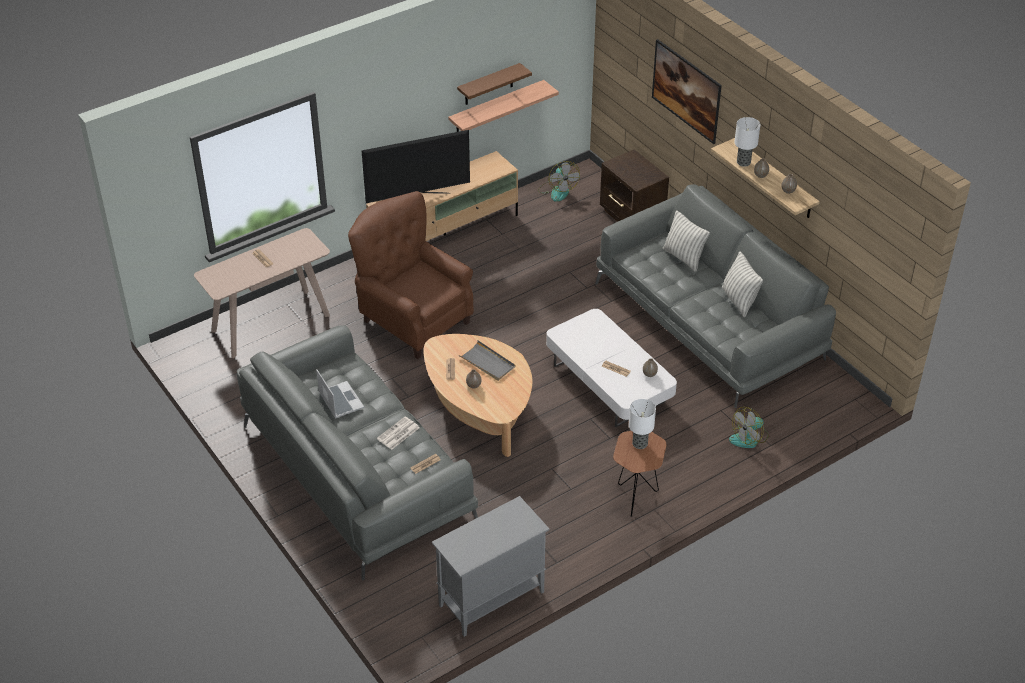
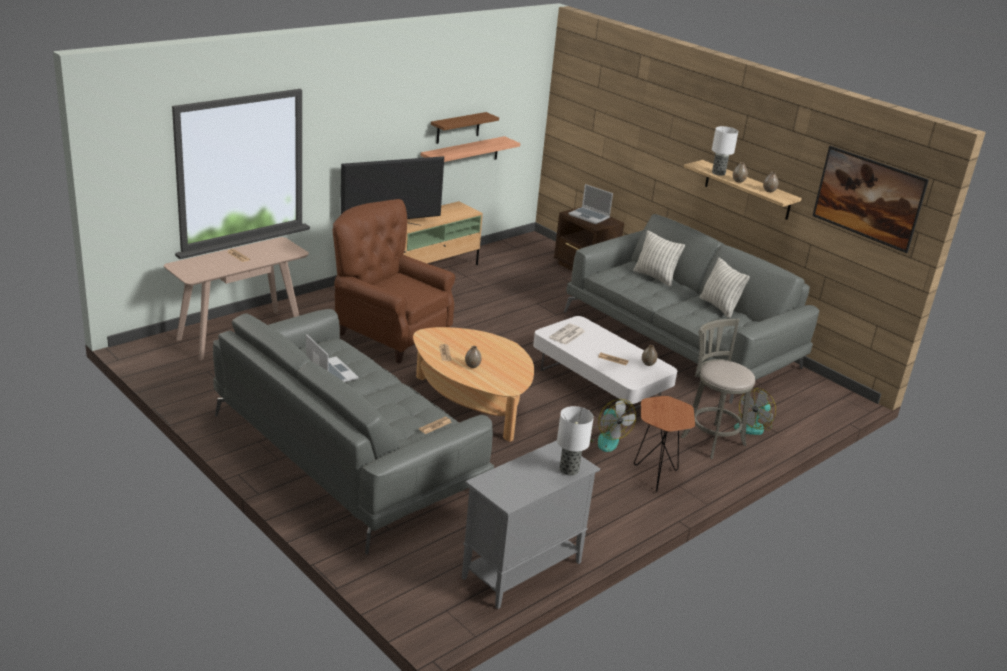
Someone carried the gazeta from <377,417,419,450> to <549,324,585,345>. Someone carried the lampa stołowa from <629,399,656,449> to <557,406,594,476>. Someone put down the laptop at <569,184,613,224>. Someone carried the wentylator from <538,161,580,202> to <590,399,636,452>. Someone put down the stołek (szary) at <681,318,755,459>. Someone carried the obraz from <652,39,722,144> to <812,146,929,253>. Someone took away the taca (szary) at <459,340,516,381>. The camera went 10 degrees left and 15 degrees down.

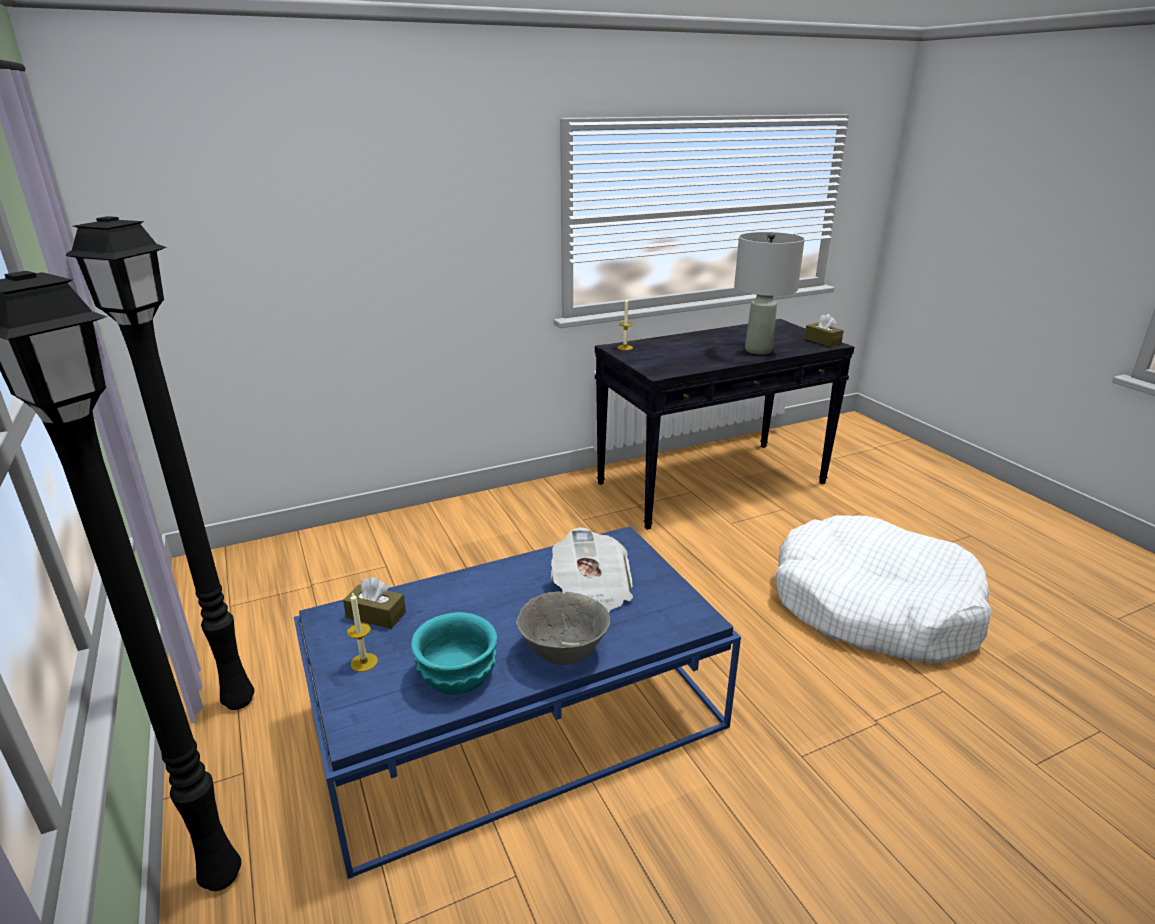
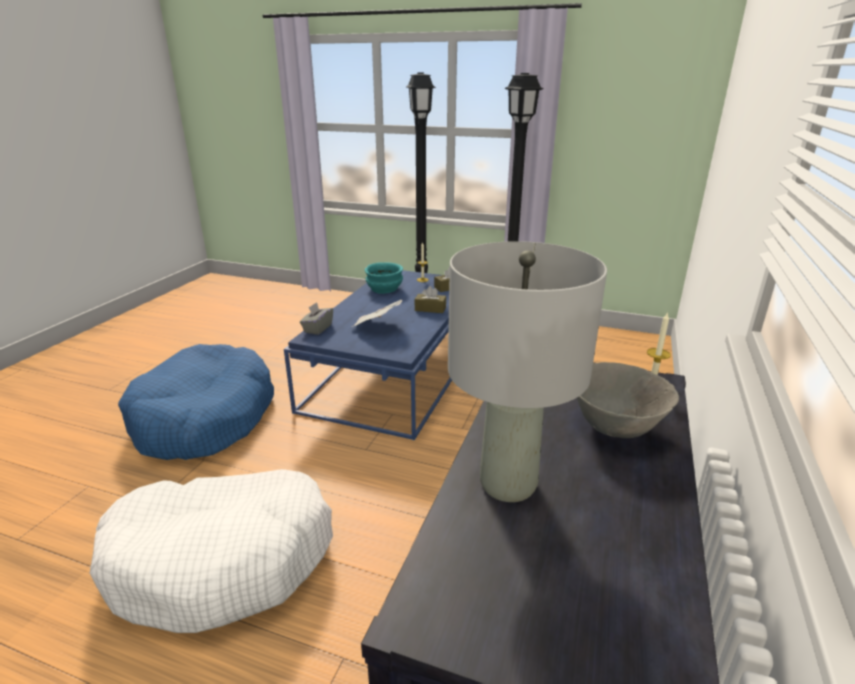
Someone put down the legowisko (niebieski) at <118,344,274,460>. Someone put down the pudełko chusteczek (szary) at <300,302,333,335>. Someone carried the pudełko chusteczek (brązowy) from <804,314,844,347> to <415,286,446,313>. Someone carried the miska (szary) from <516,592,610,665> to <577,362,679,438>. The camera went 135 degrees right and 0 degrees up.

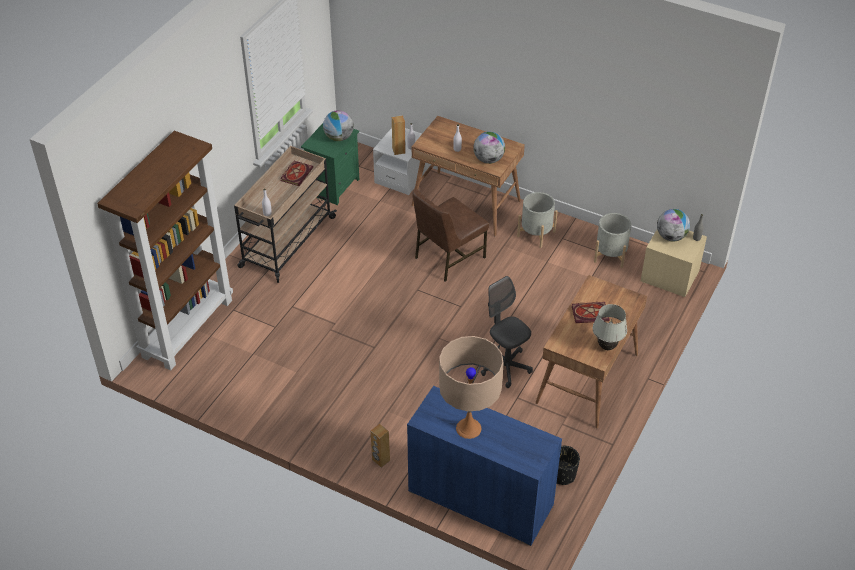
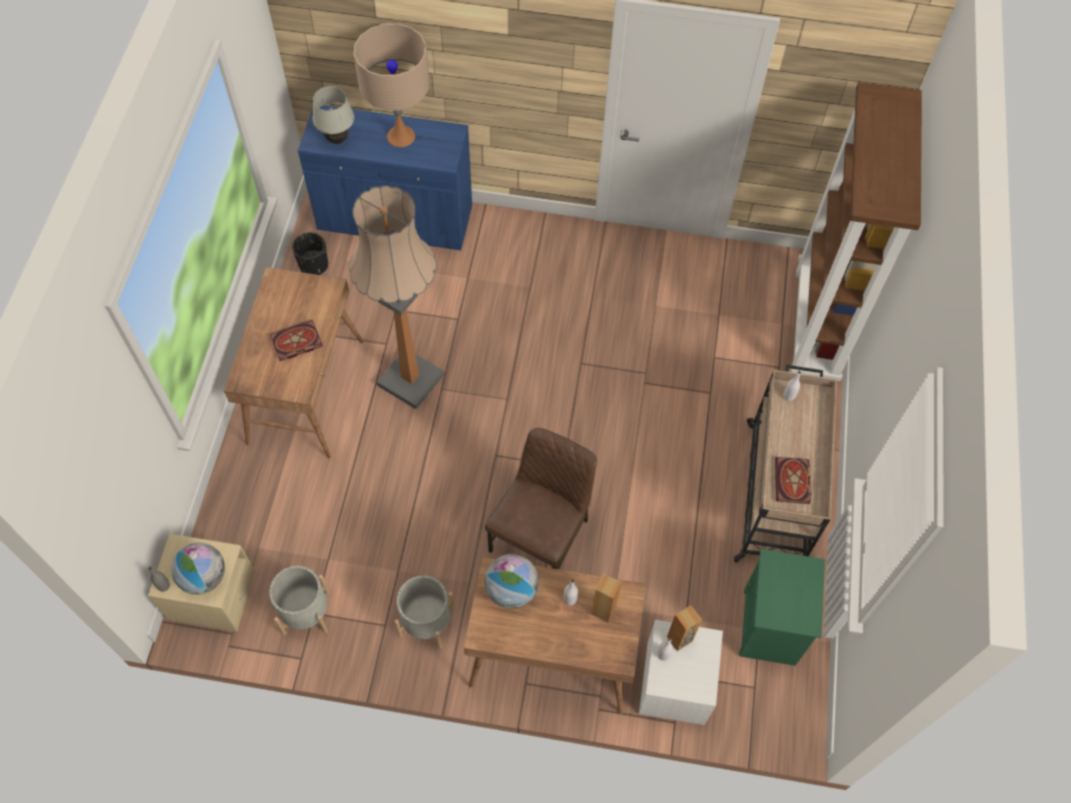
Someone carried the lampa stołowa (biały) from <592,304,627,350> to <312,86,354,144>. Someone swapped the krzesło biurowe (szary) at <481,276,533,388> for the lampa stojąca at <349,185,444,409>. Someone carried the głośnik (brązowy) from <371,424,390,468> to <591,574,622,622>. Someone took away the globus at <323,110,354,141>. The camera went 160 degrees right and 15 degrees up.

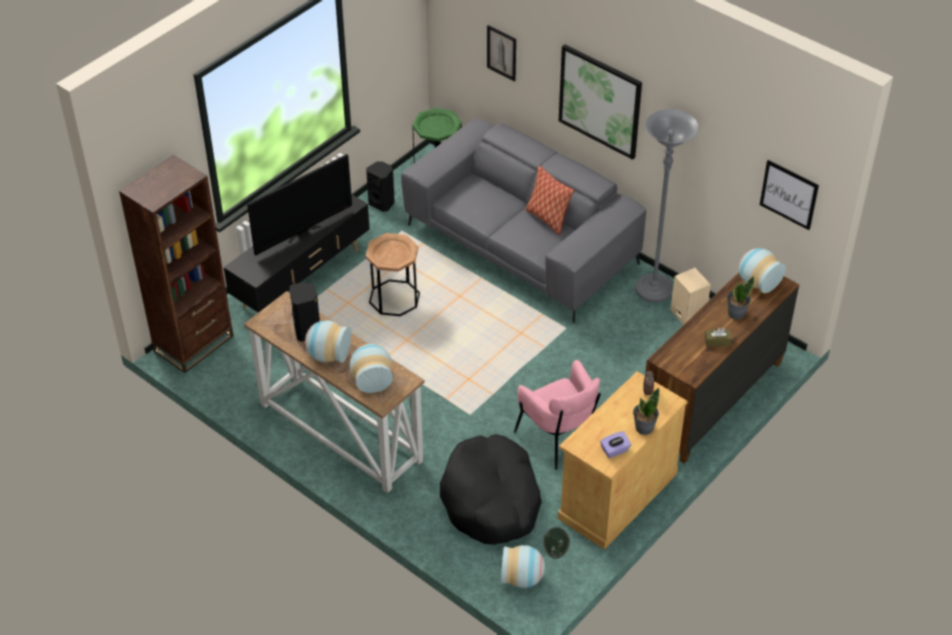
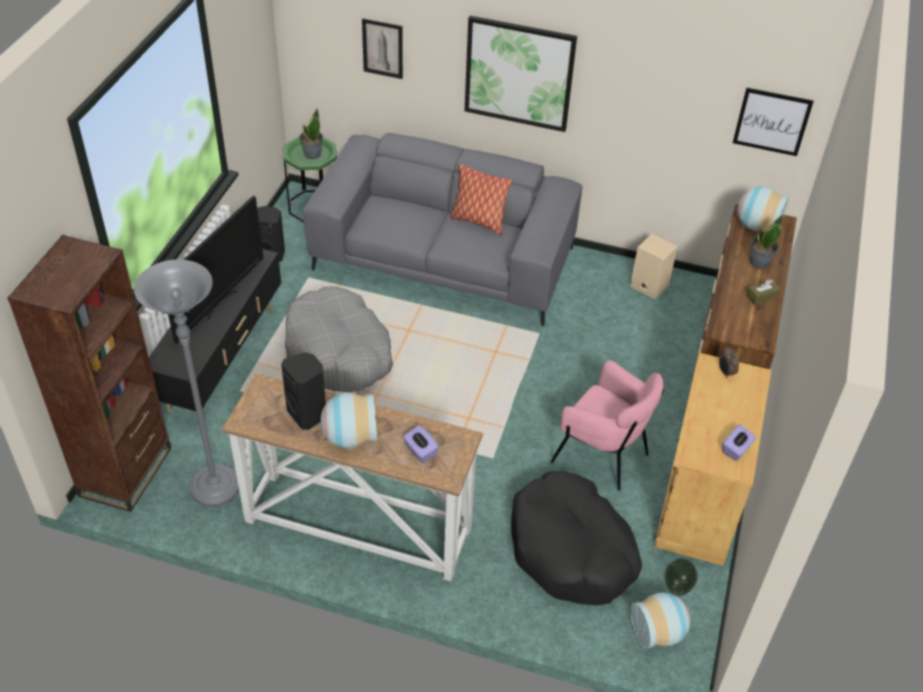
Someone carried the lampa stojąca (szary) from <635,109,699,302> to <134,259,239,507>. Someone swapped the stolik (brązowy) at <366,233,420,316> for the legowisko (szary) at <285,286,393,393>. Someone carried the roślina doniczkowa from <633,388,659,435> to <299,109,323,159>. Someone swapped the wazon at <350,344,393,393> for the pudełko chusteczek (fioletowy) at <403,425,439,463>. The camera went 25 degrees left and 0 degrees up.

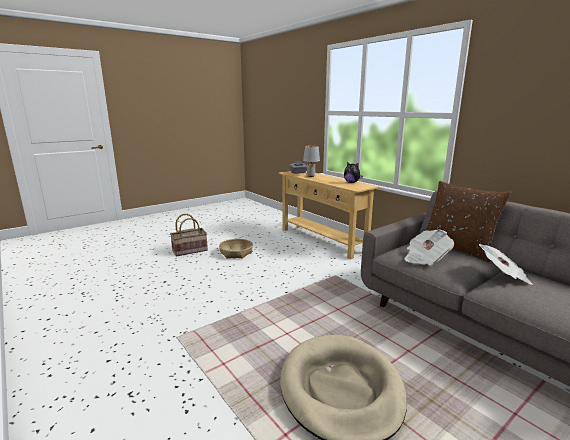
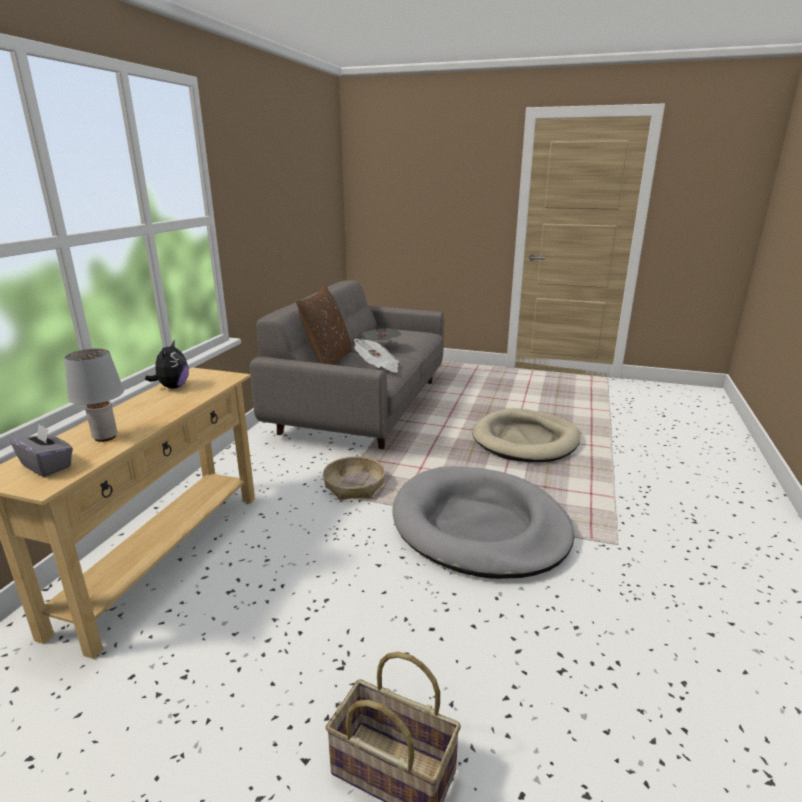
Someone carried the koszyk from <219,239,253,259> to <323,456,385,500>. Someone put down the legowisko (szary) at <392,466,574,579>. The camera went 125 degrees left and 5 degrees up.

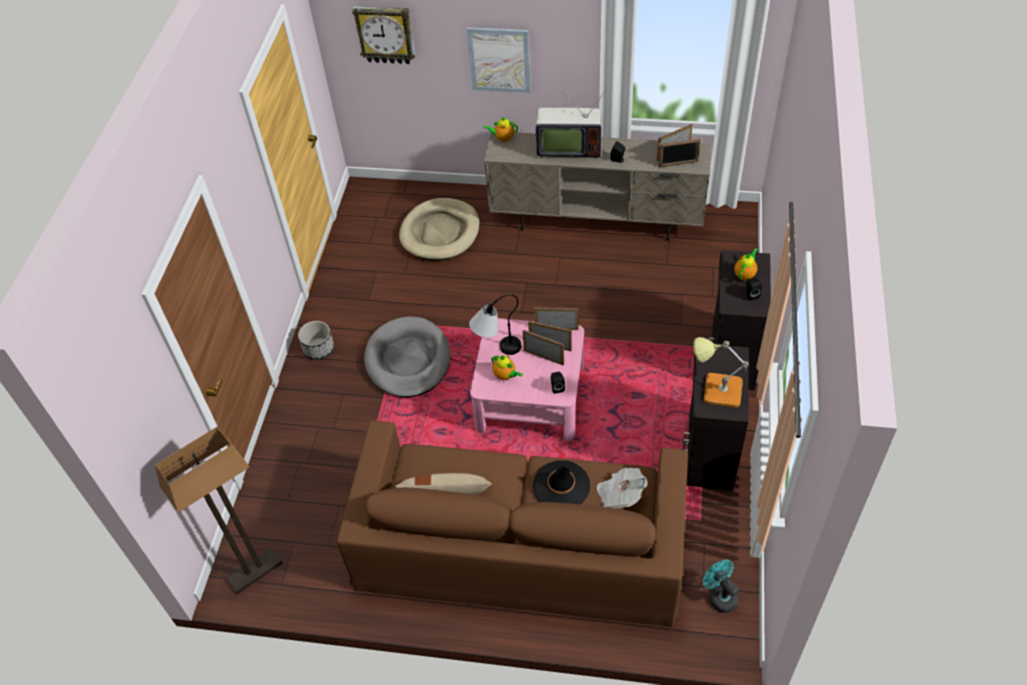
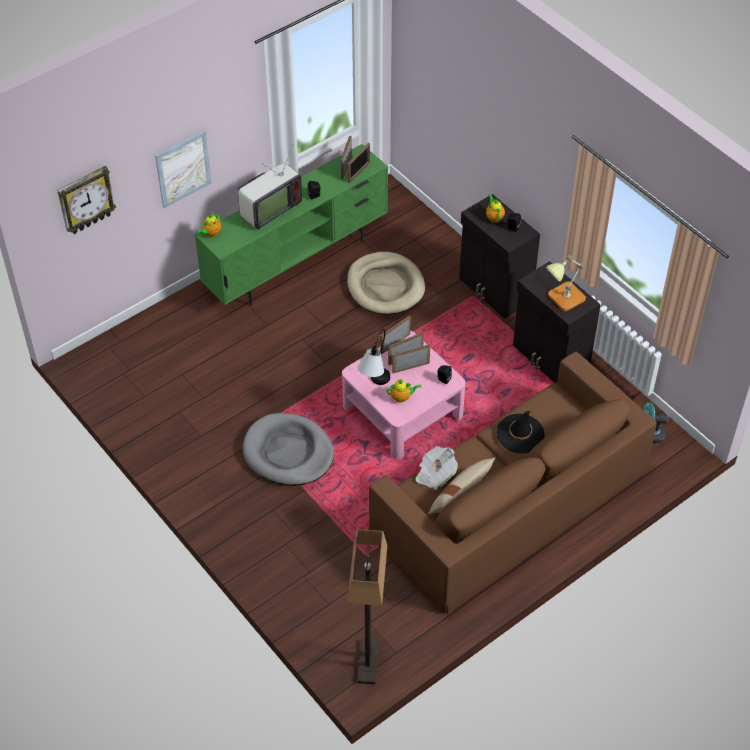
Someone repainted the szafka pod telewizor (beżowy) at <484,133,711,241>, which became the szafka pod telewizor (zielony) at <194,144,388,305>. Someone carried the legowisko (beżowy) from <399,198,479,261> to <347,252,425,314>. Someone carried the gazeta from <597,468,647,508> to <415,446,458,490>. Someone took away the donica at <298,321,334,360>. The camera went 50 degrees left and 0 degrees up.

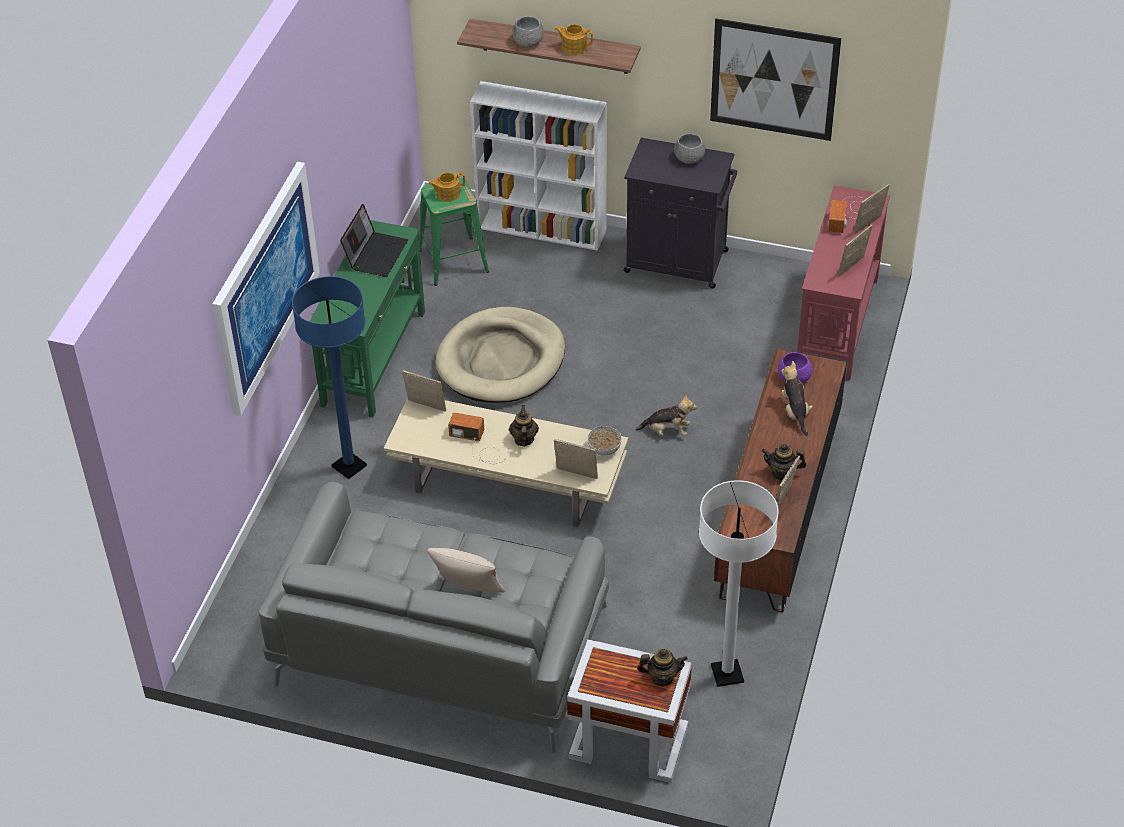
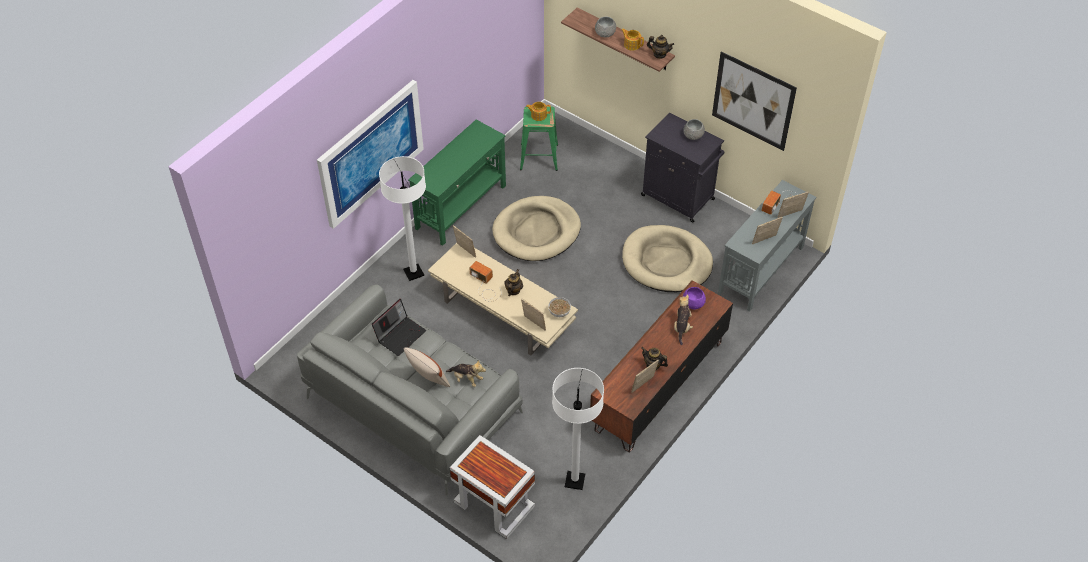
Someone carried the laptop from <340,204,408,277> to <372,299,426,356>. Someone repainted the lampa stojąca (niebieski) at <292,276,367,479>, which became the lampa stojąca (biały) at <379,156,426,281>. Someone carried the pluszak from <635,394,697,436> to <446,360,486,387>. Someone put down the legowisko (beżowy) at <622,225,713,292>. Someone carried the imbryk from <637,649,688,686> to <647,35,674,59>. Someone repainted the stolik konsolowy (czerwony) at <797,185,890,381>, which became the stolik konsolowy (szary) at <718,180,816,312>. Someone took away the regał (biały) at <470,81,607,251>. The camera went 20 degrees right and 5 degrees up.

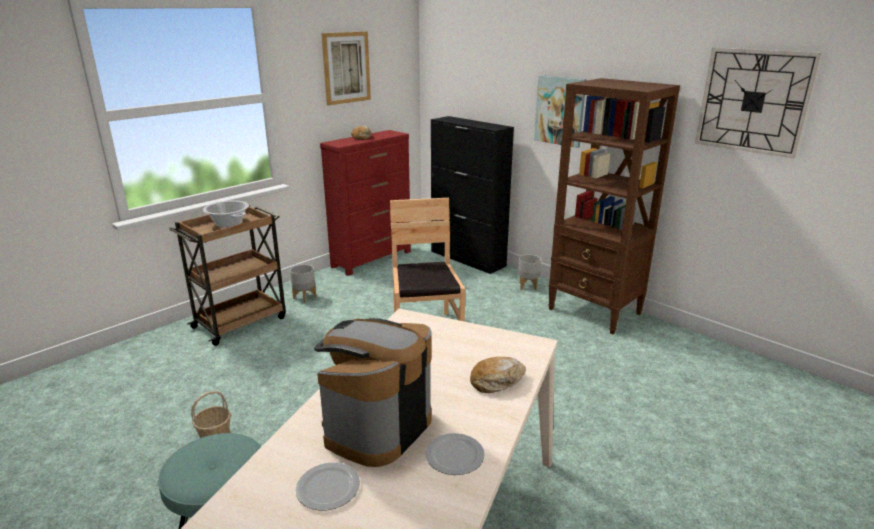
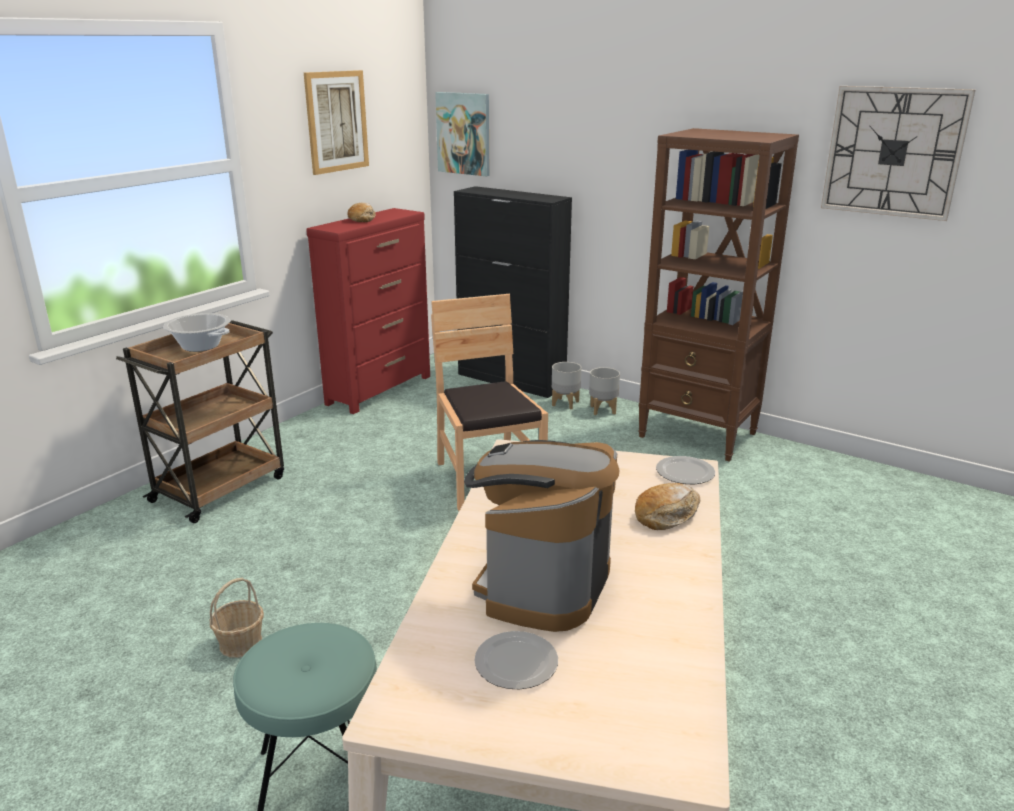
Someone carried the obraz from <534,75,587,148> to <435,92,490,176>. Someone carried the donica (szary) from <290,265,316,303> to <552,362,581,410>. Someone carried the talerz from <425,433,485,475> to <656,456,715,484>. The camera went 10 degrees left and 0 degrees up.

